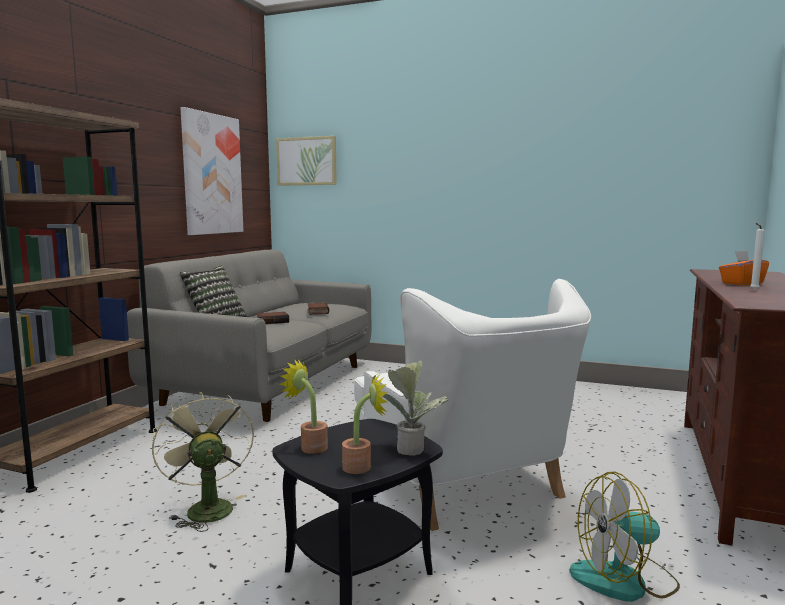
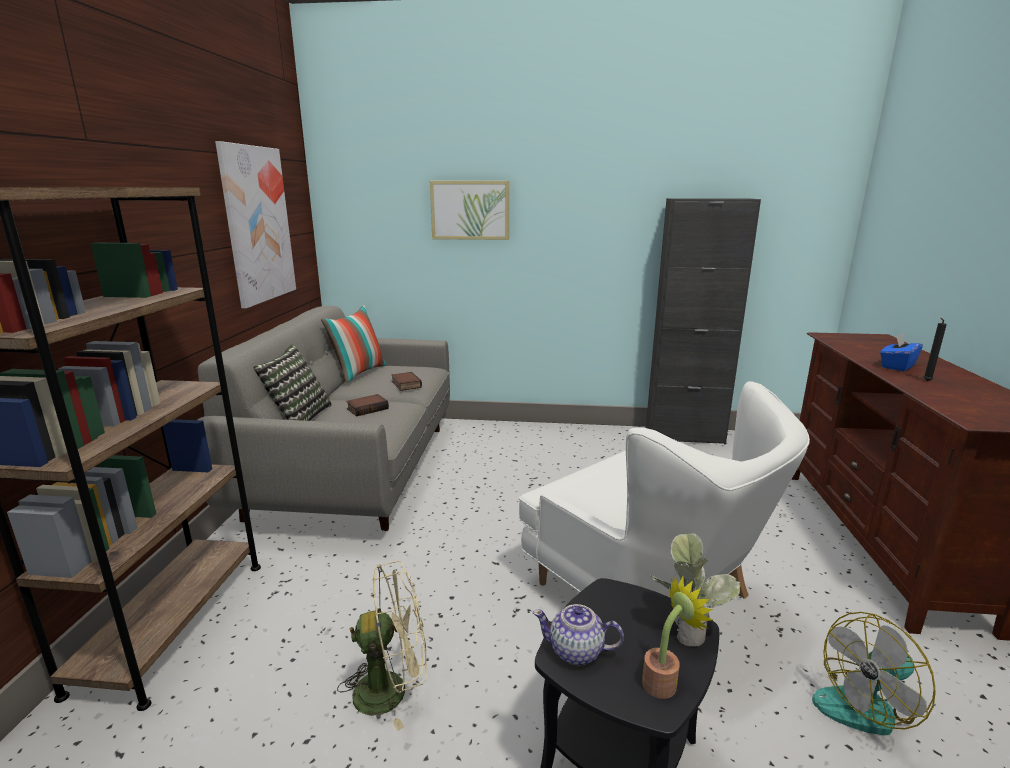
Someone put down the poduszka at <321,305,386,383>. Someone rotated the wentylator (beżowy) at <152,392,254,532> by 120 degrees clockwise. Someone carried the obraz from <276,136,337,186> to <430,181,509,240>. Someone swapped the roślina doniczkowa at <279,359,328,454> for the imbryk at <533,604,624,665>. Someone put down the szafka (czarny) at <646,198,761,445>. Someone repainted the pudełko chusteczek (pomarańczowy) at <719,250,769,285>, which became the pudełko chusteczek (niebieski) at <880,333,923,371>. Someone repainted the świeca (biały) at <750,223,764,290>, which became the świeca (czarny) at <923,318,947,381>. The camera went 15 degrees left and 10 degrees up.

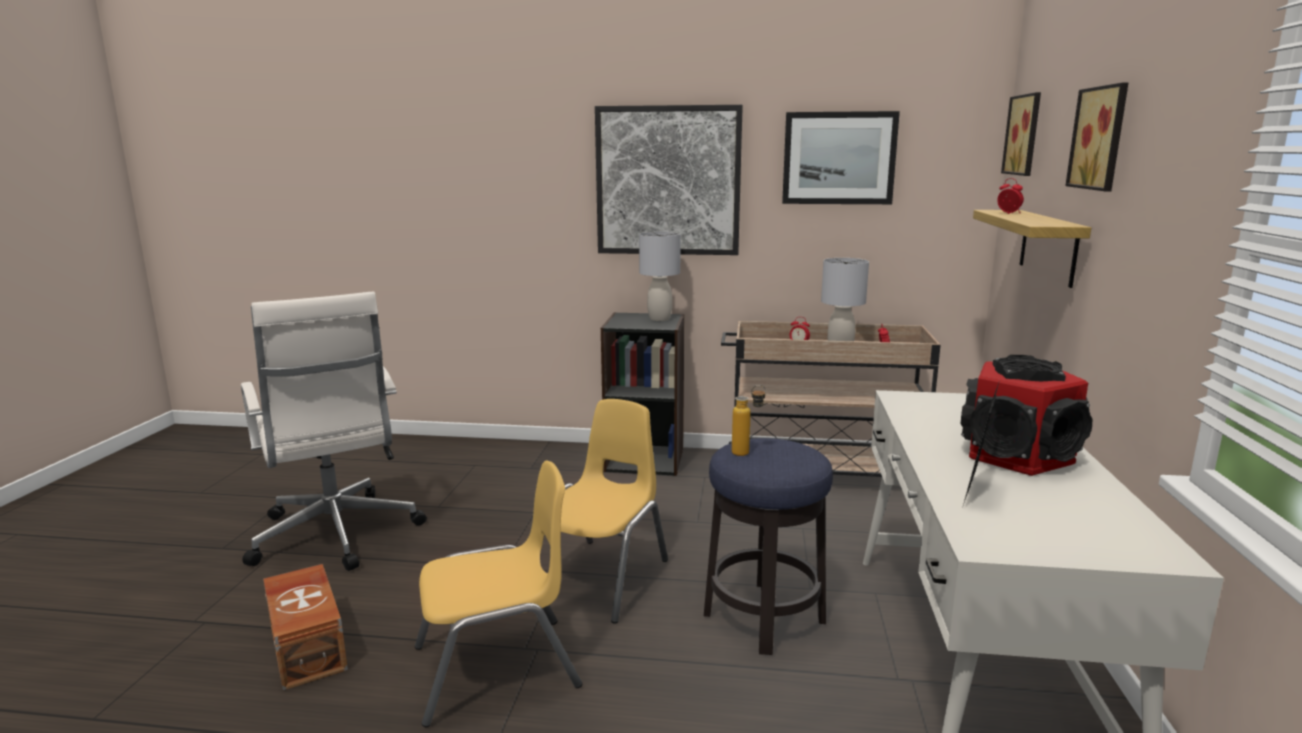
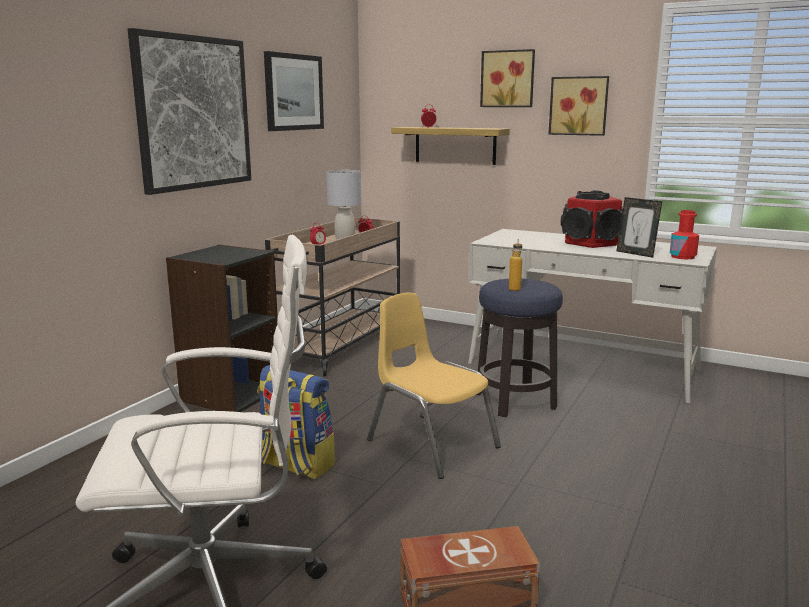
Someone put down the plecak at <257,365,335,479>. Someone carried the obraz from <1001,92,1041,176> to <548,76,609,136>. Someone put down the butelka (czerwony) at <670,210,699,259>. Someone took away the krzesło (żółty) at <415,460,582,727>. Someone took away the lampa stołowa (szary) at <639,232,681,321>. The camera went 70 degrees left and 0 degrees up.

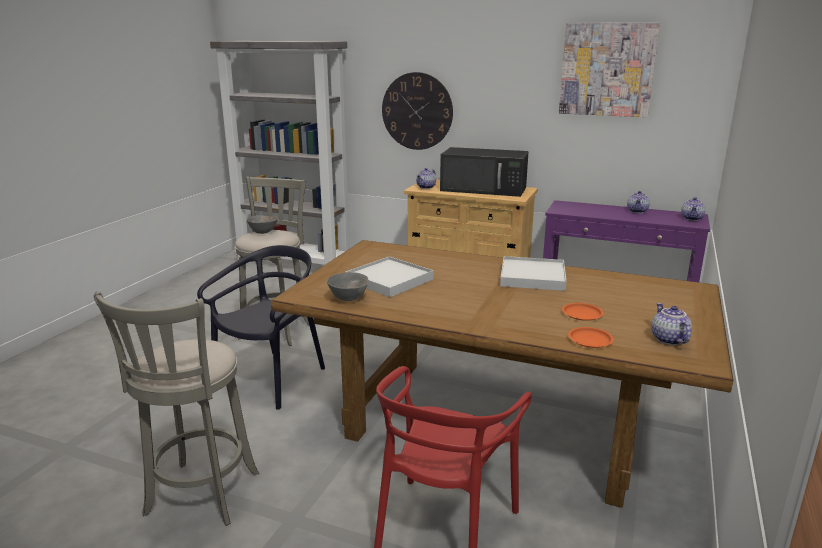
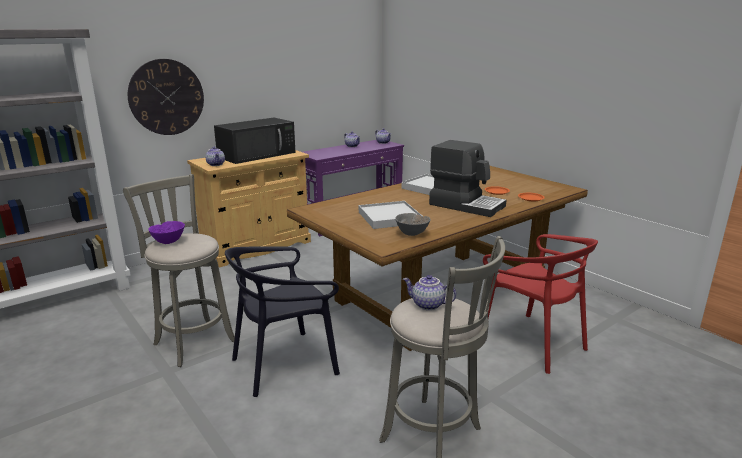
Someone repainted the miska (szary) at <247,215,278,234>, which became the miska (fioletowy) at <148,221,185,244>. Someone rotated the krzesło (czarny) at <197,245,325,410> by 90 degrees counterclockwise. Someone carried the imbryk from <651,303,692,345> to <403,275,456,310>. Someone put down the ekspres do kawy at <429,140,506,217>. Someone took away the obraz at <559,23,660,117>. The camera went 60 degrees left and 0 degrees up.

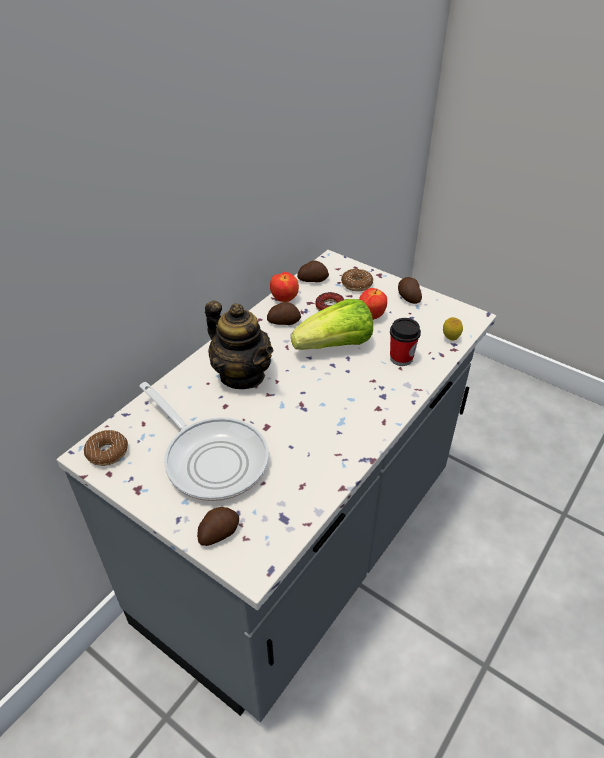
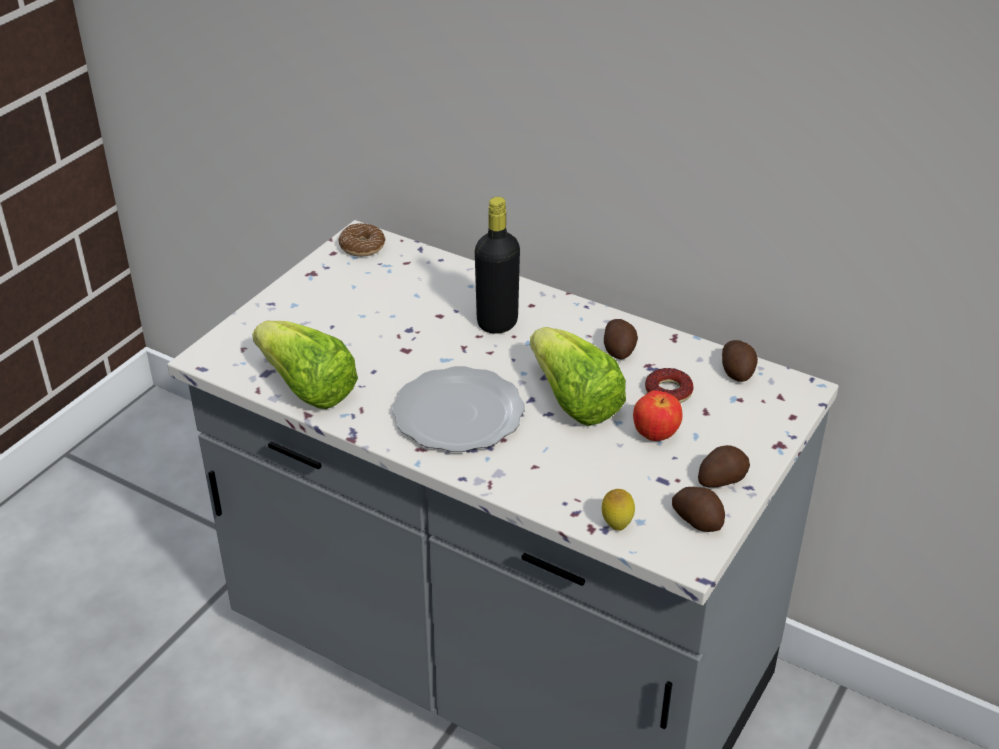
Someone put down the sałata at <252,321,358,409>. Someone put down the talerz at <392,366,525,452>. Someone swapped the imbryk at <205,300,273,389> for the butelka (czarny) at <475,197,520,334>. Someone carried the ziemniak from <197,507,239,546> to <672,487,725,532>. Someone took away the patelnia at <139,382,269,501>. Someone took away the jabłko at <270,272,299,302>. Someone took away the donut at <341,269,373,292>. Someone took away the filiżanka at <390,318,421,366>. The camera went 85 degrees right and 5 degrees down.

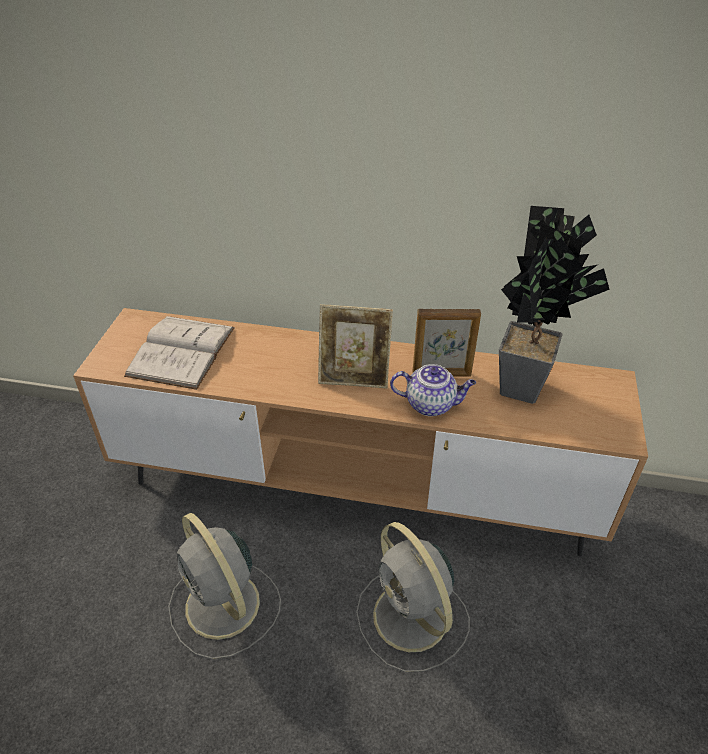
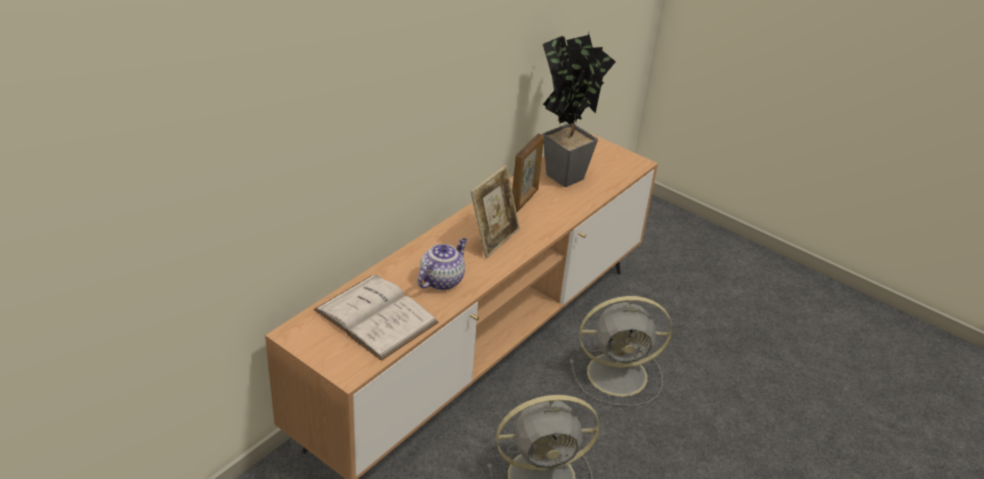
Someone carried the imbryk from <390,364,476,416> to <417,238,467,290>. The camera went 65 degrees left and 5 degrees down.

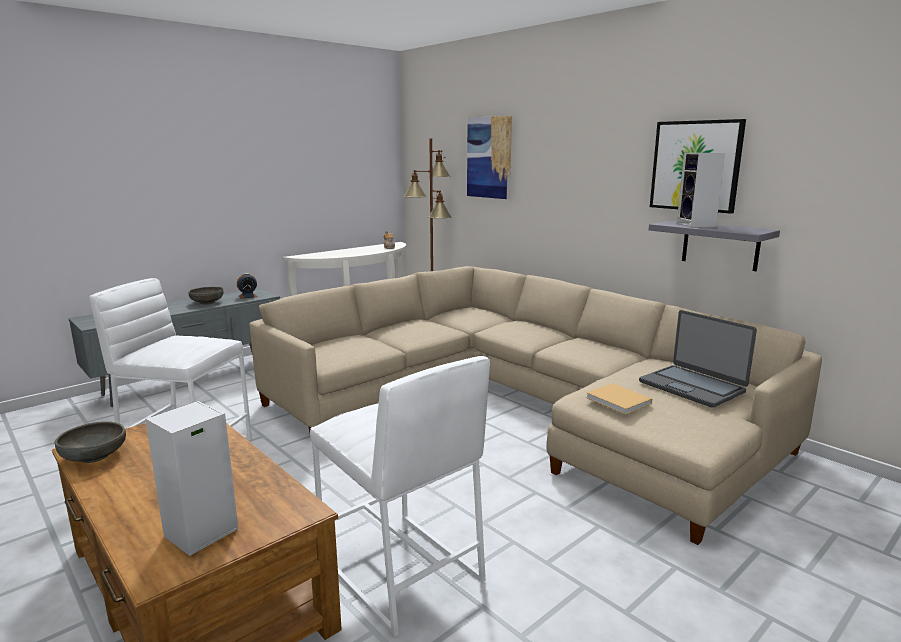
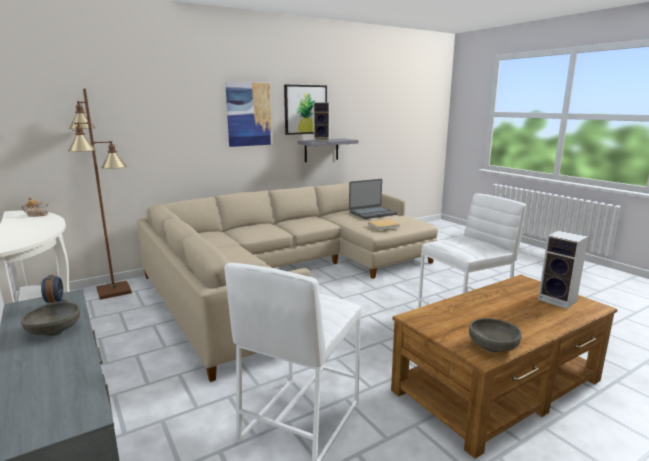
Someone carried the obraz from <467,116,512,199> to <225,82,272,147>. The camera went 80 degrees left and 0 degrees up.

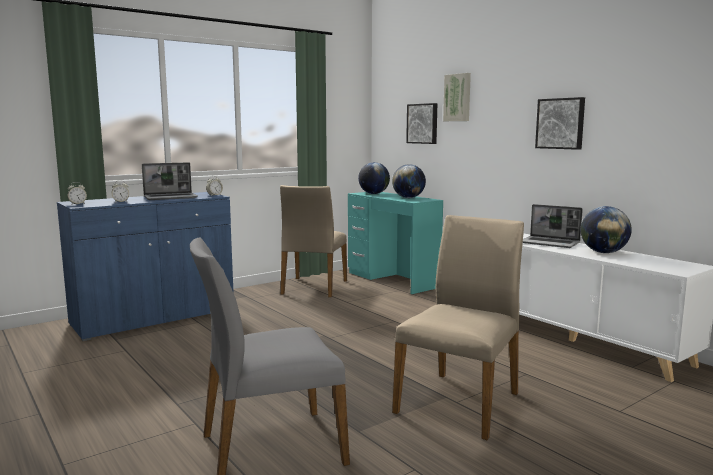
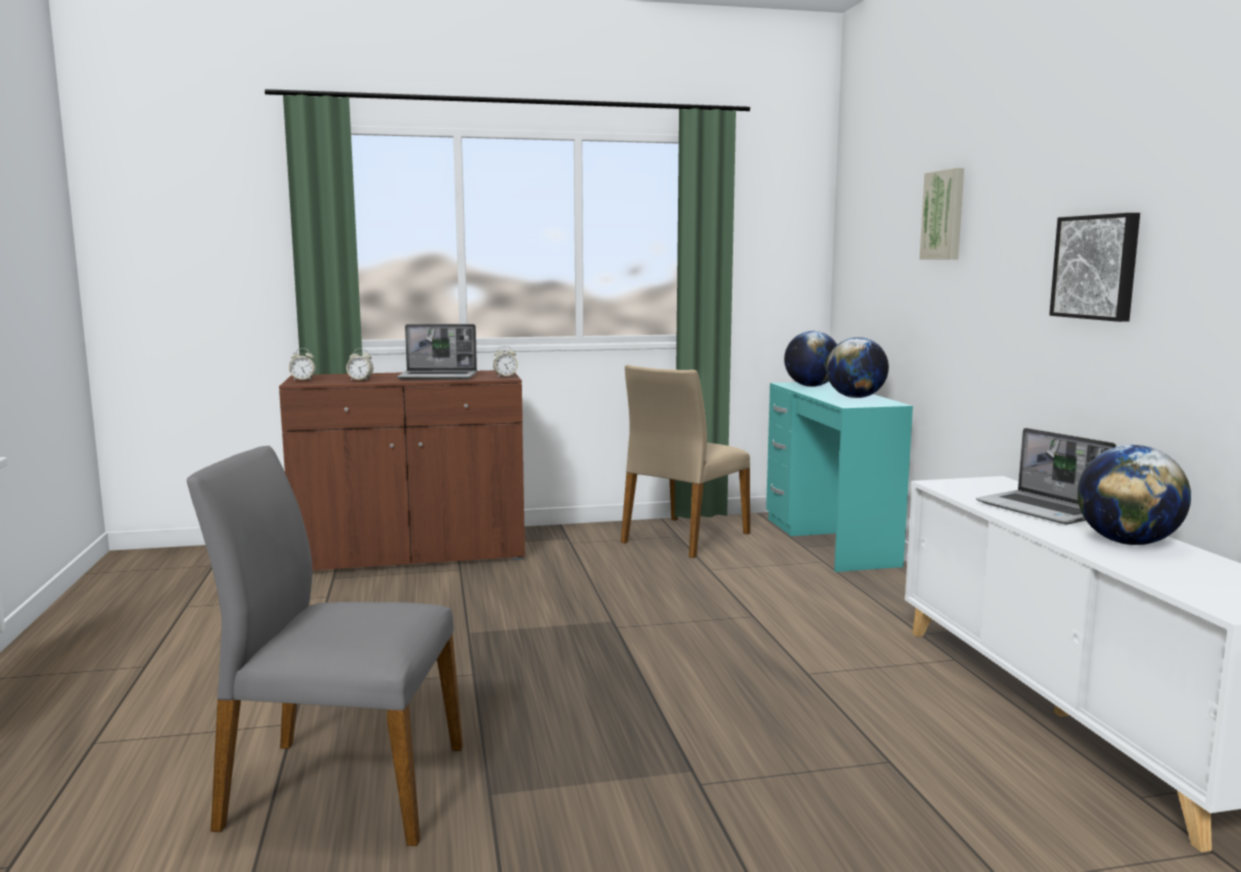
Someone repainted the szafka (niebieski) at <57,192,234,341>, which became the szafka (brązowy) at <279,370,525,570>. Someone took away the krzesło (beżowy) at <392,215,524,440>. Someone took away the obraz at <406,103,437,144>. The camera went 25 degrees right and 0 degrees up.

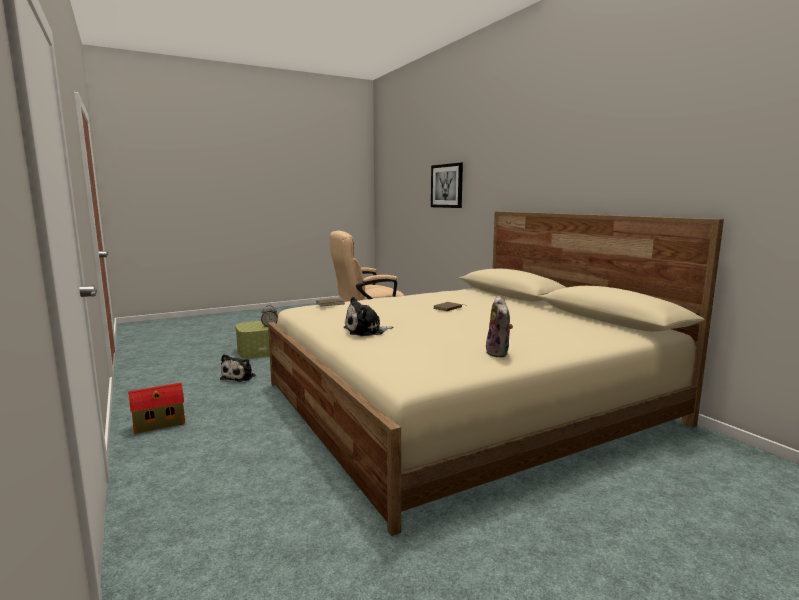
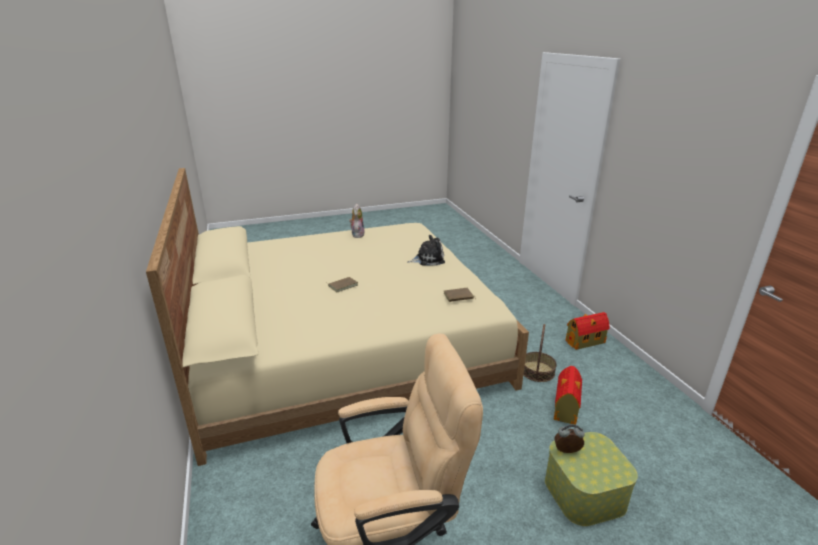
Someone put down the koszyk at <523,324,557,382>. Someone swapped the pluszak at <220,354,256,382> for the domek at <554,366,582,425>. Someone took away the obraz at <431,162,463,208>. The camera went 170 degrees left and 15 degrees up.

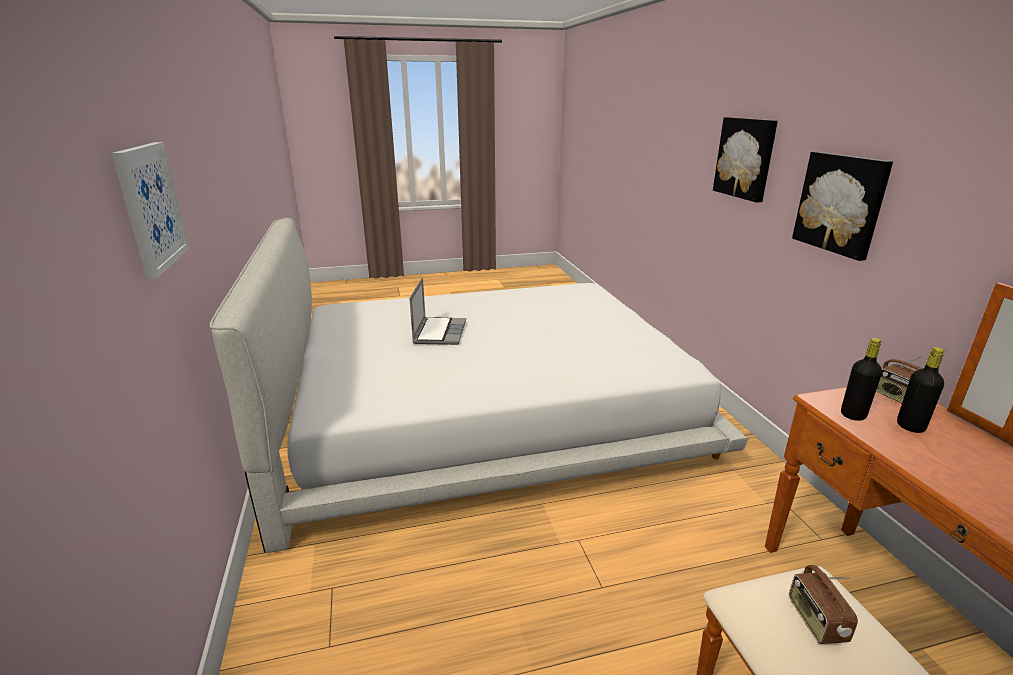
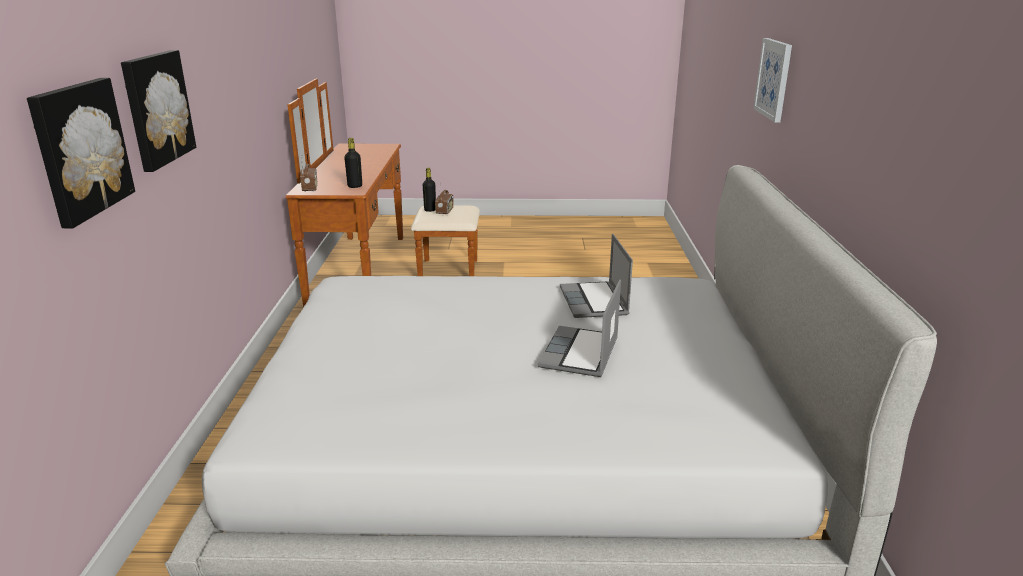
Someone carried the obraz from <792,152,893,261> to <27,78,135,228>. Someone carried the butelka (czarny) from <897,347,944,433> to <423,168,436,212>. Someone put down the laptop at <560,233,633,318>. The camera went 165 degrees left and 0 degrees up.

